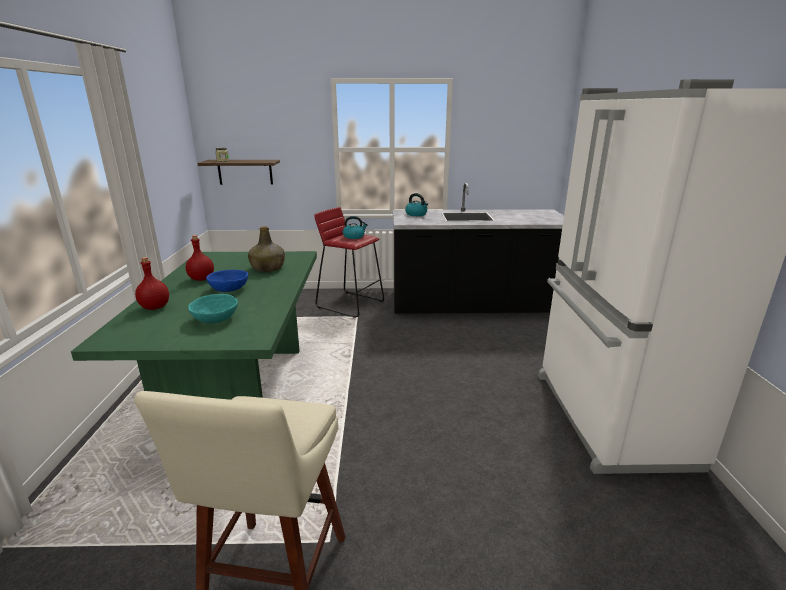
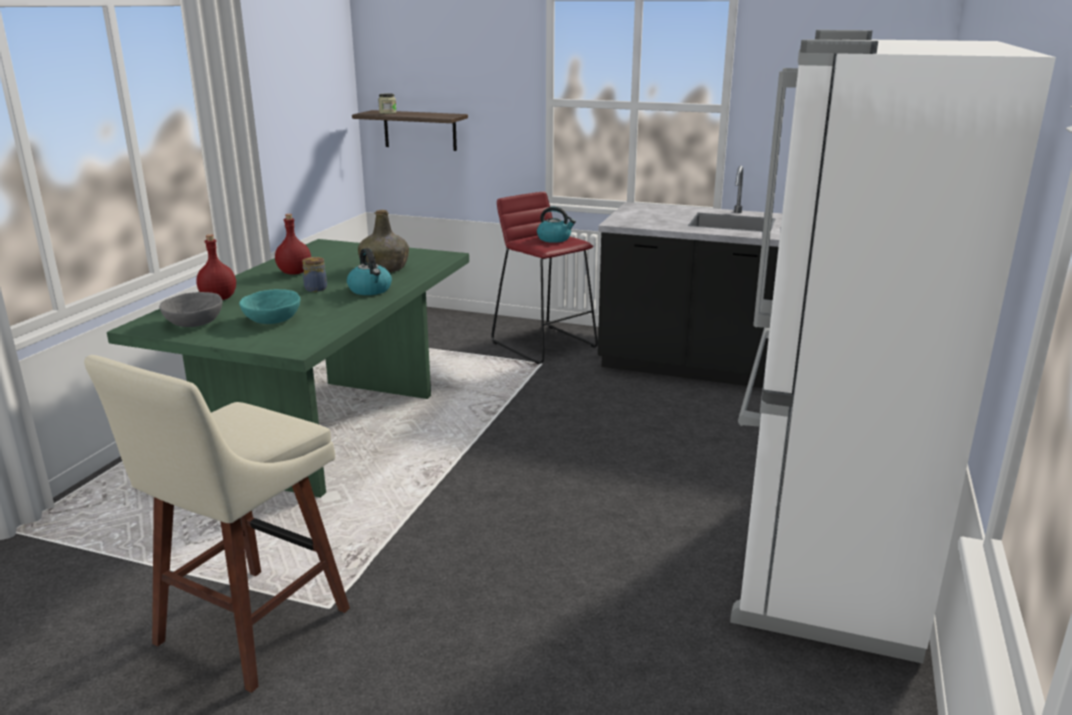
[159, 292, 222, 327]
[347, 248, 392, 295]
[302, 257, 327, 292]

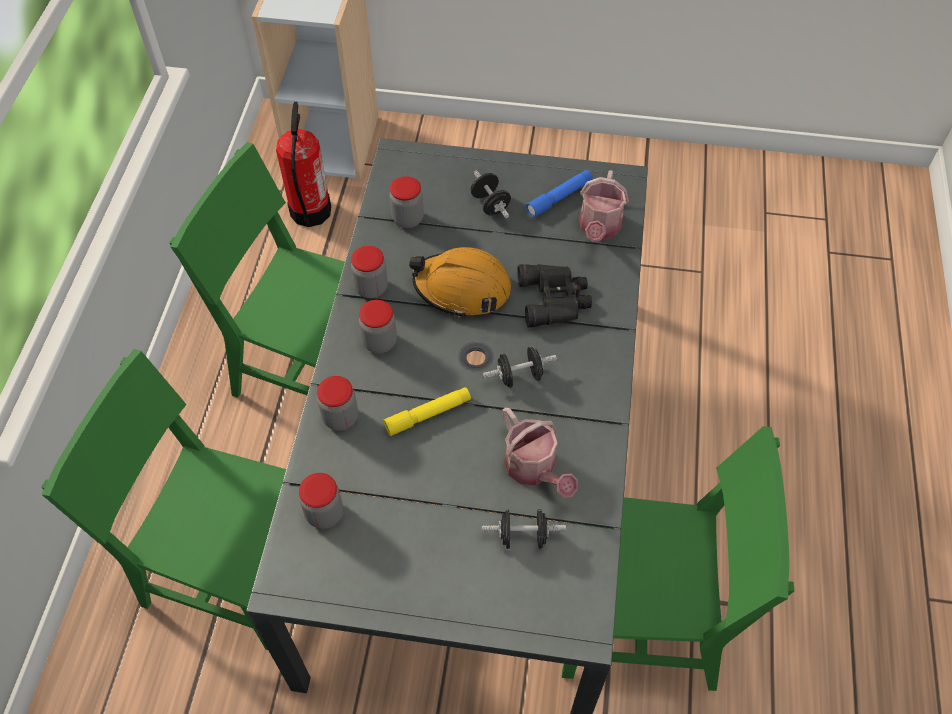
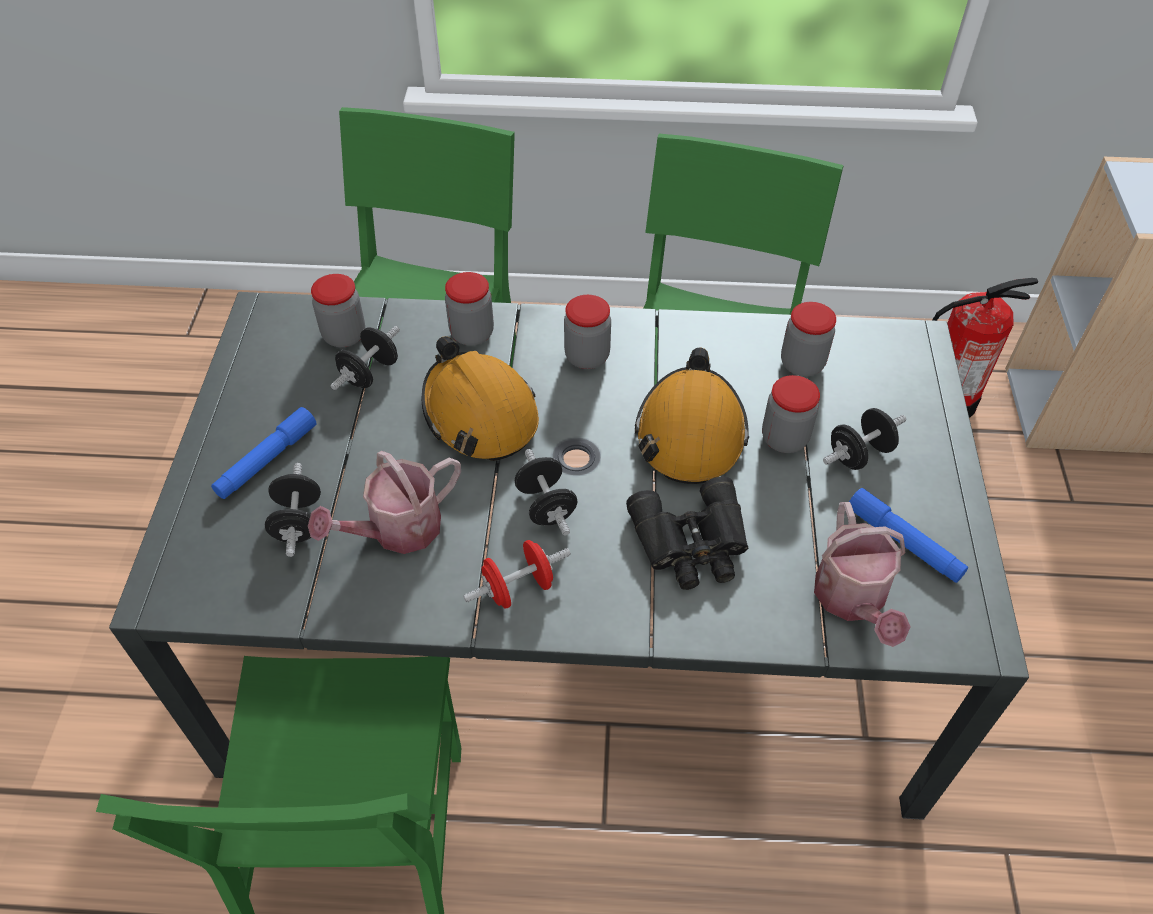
[211, 407, 317, 499]
[330, 326, 400, 390]
[463, 540, 571, 609]
[762, 375, 820, 453]
[422, 336, 539, 461]
[814, 502, 911, 647]

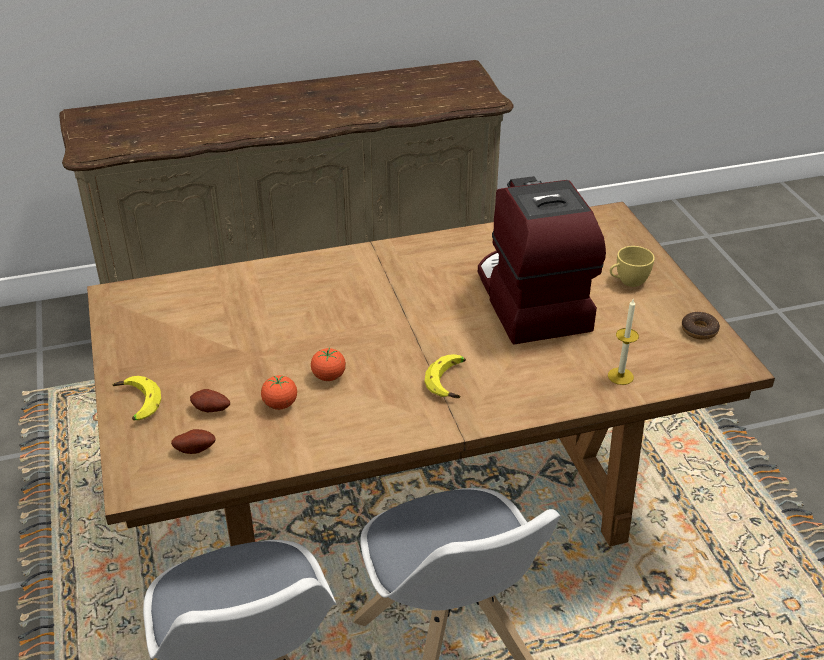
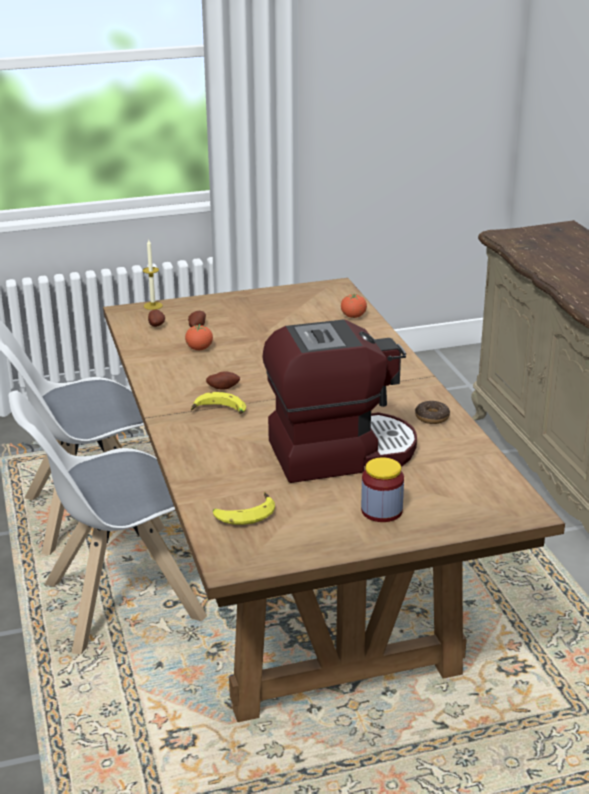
[206, 371, 240, 390]
[213, 492, 275, 525]
[341, 294, 367, 318]
[143, 240, 163, 310]
[415, 401, 450, 424]
[361, 457, 404, 522]

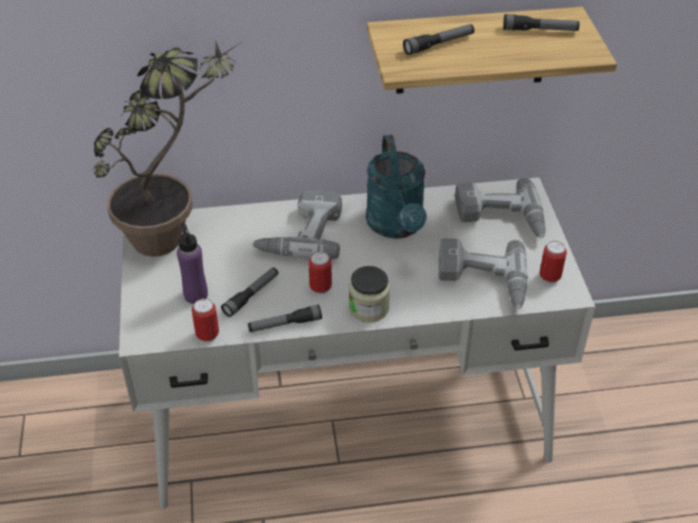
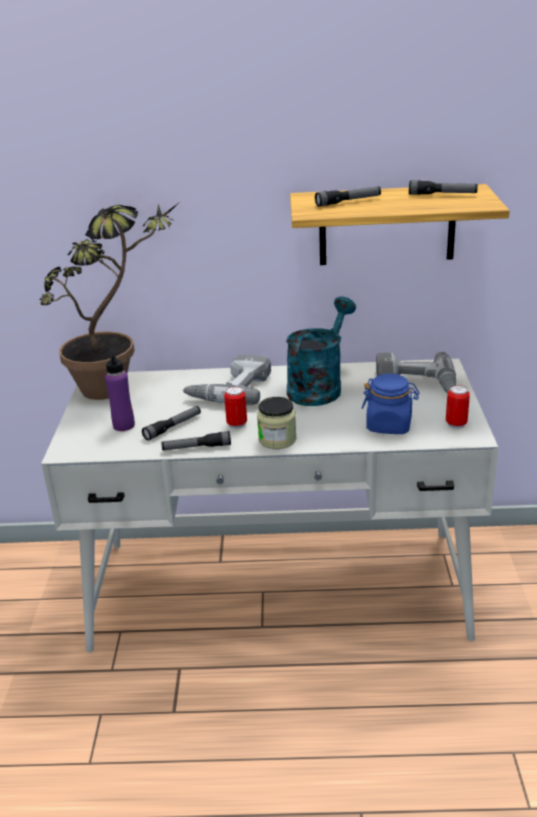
[192, 298, 219, 342] (first image)
[362, 374, 420, 434]
[286, 296, 356, 406]

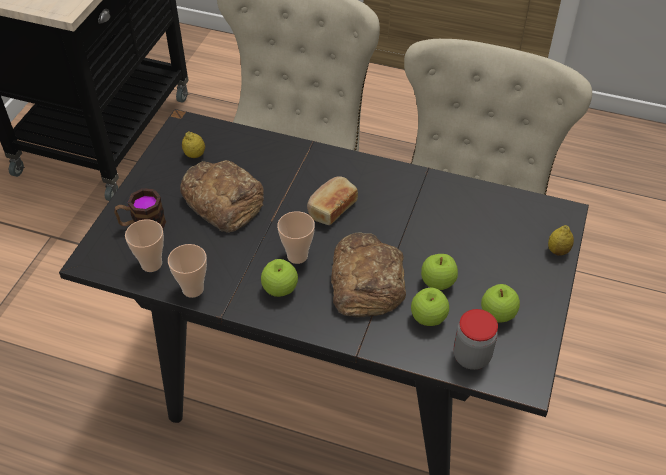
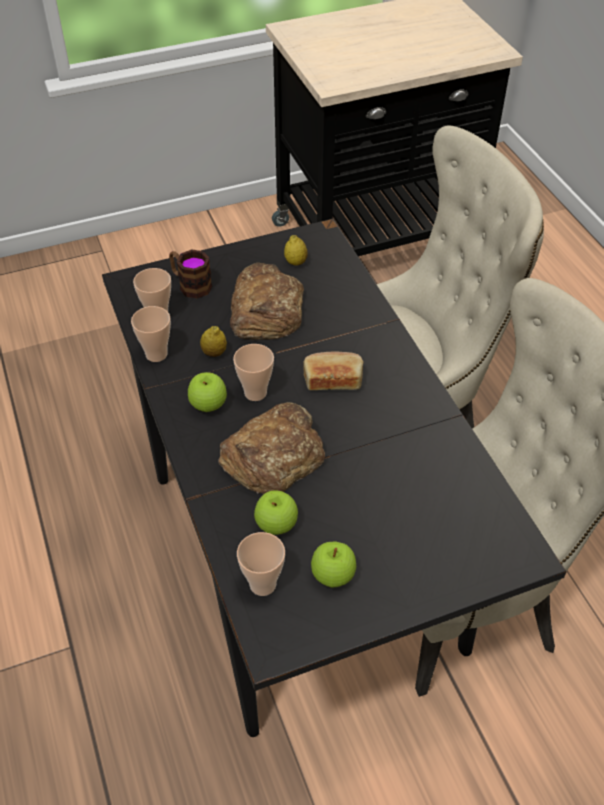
[421, 254, 458, 290] (first image)
[200, 326, 227, 357]
[237, 532, 285, 596]

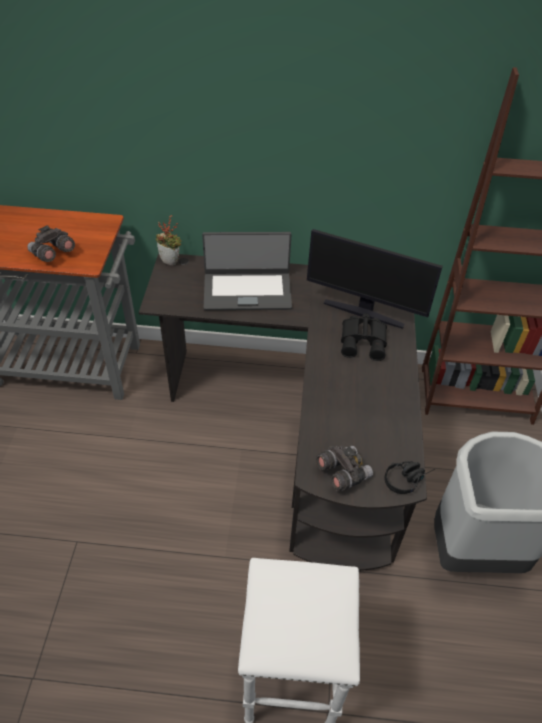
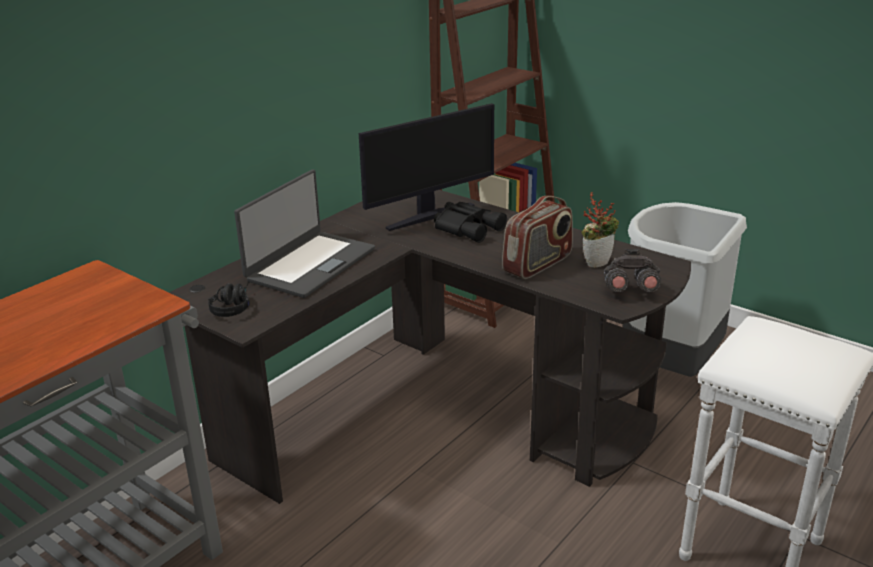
[27, 225, 75, 262] (first image)
[502, 196, 573, 279]
[581, 192, 619, 268]
[208, 282, 250, 317]

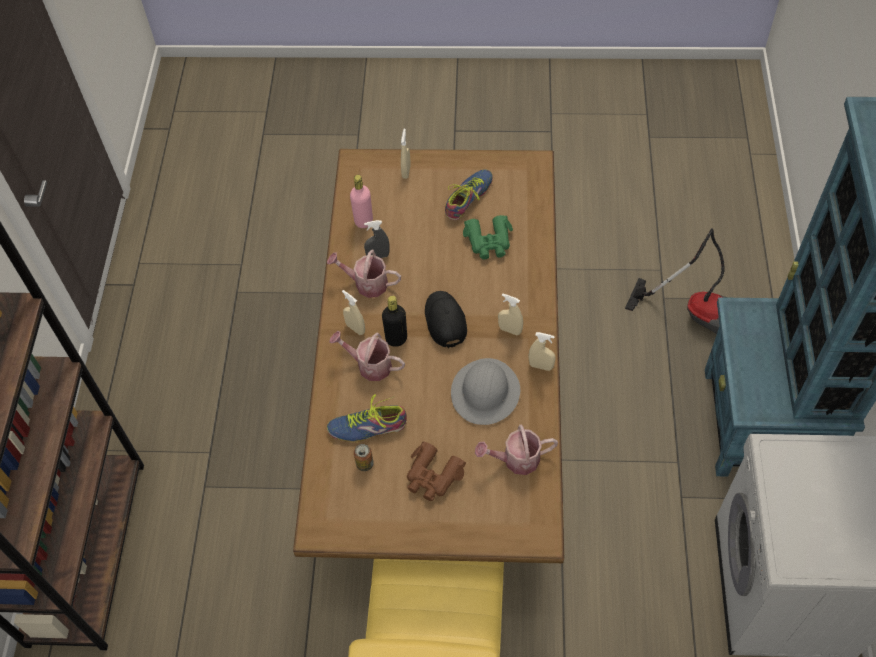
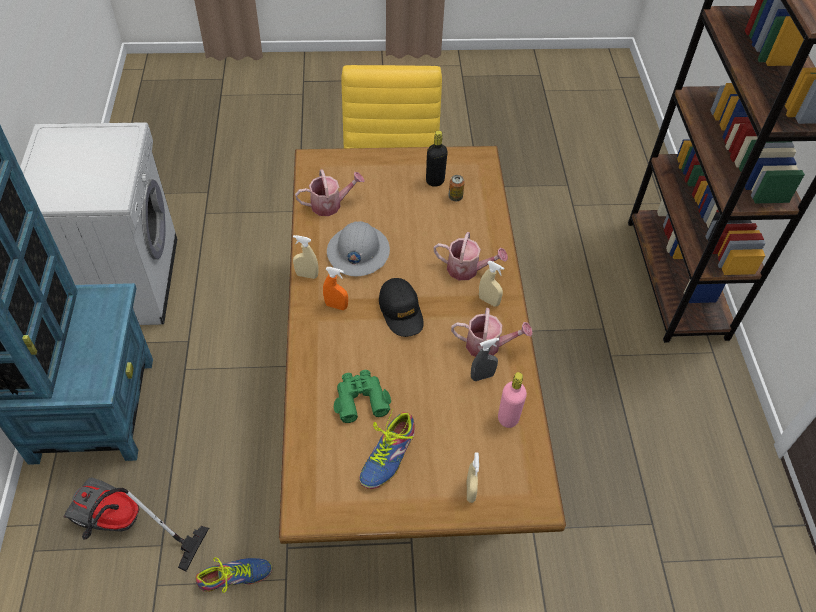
[407, 441, 466, 501] (first image)
[195, 557, 272, 593]
[426, 130, 448, 187]
[323, 267, 348, 310]

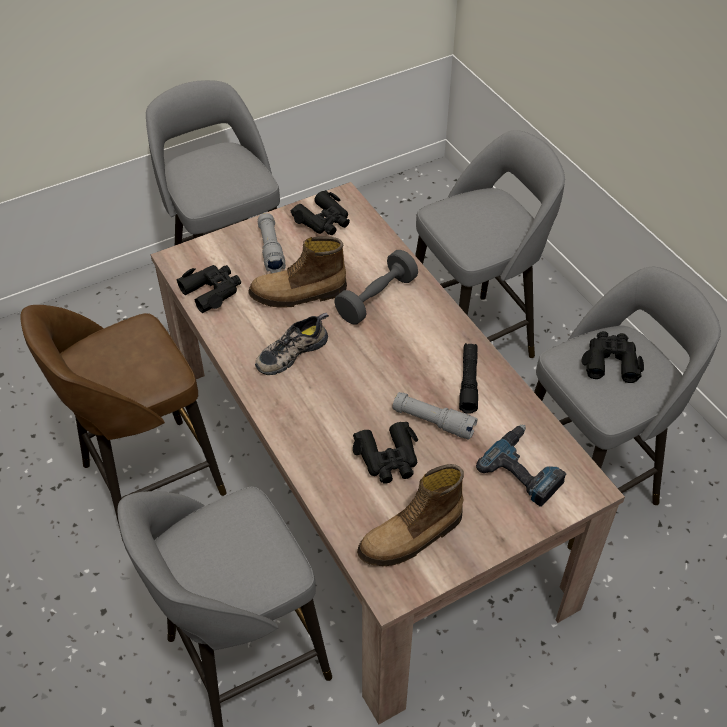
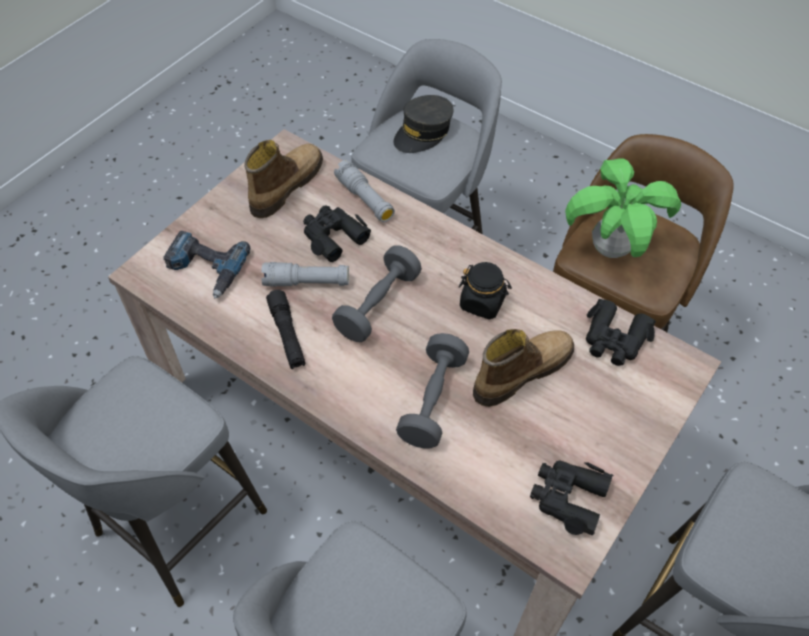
[582, 331, 644, 383] (first image)
[332, 245, 422, 342]
[393, 95, 454, 153]
[565, 158, 681, 258]
[334, 160, 395, 222]
[459, 262, 512, 319]

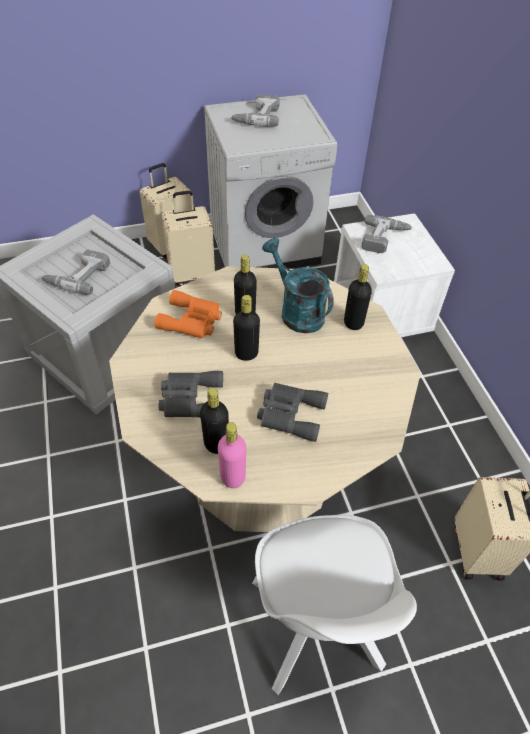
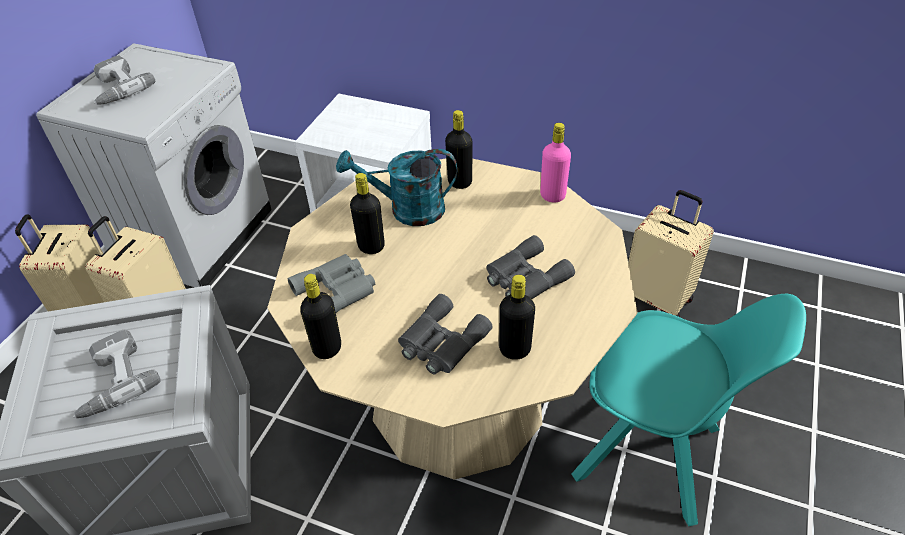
[361, 215, 412, 253] (first image)
[540, 123, 571, 202]
[300, 274, 341, 359]
[288, 254, 375, 313]
[571, 294, 806, 526]

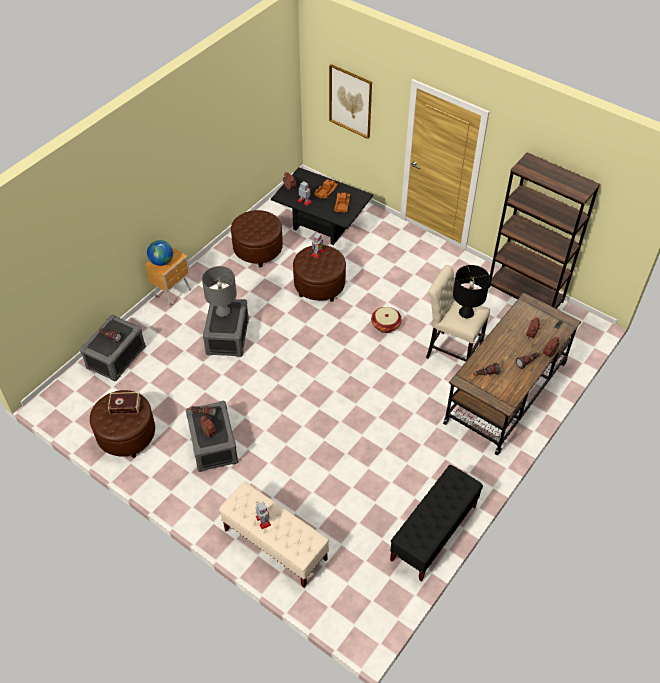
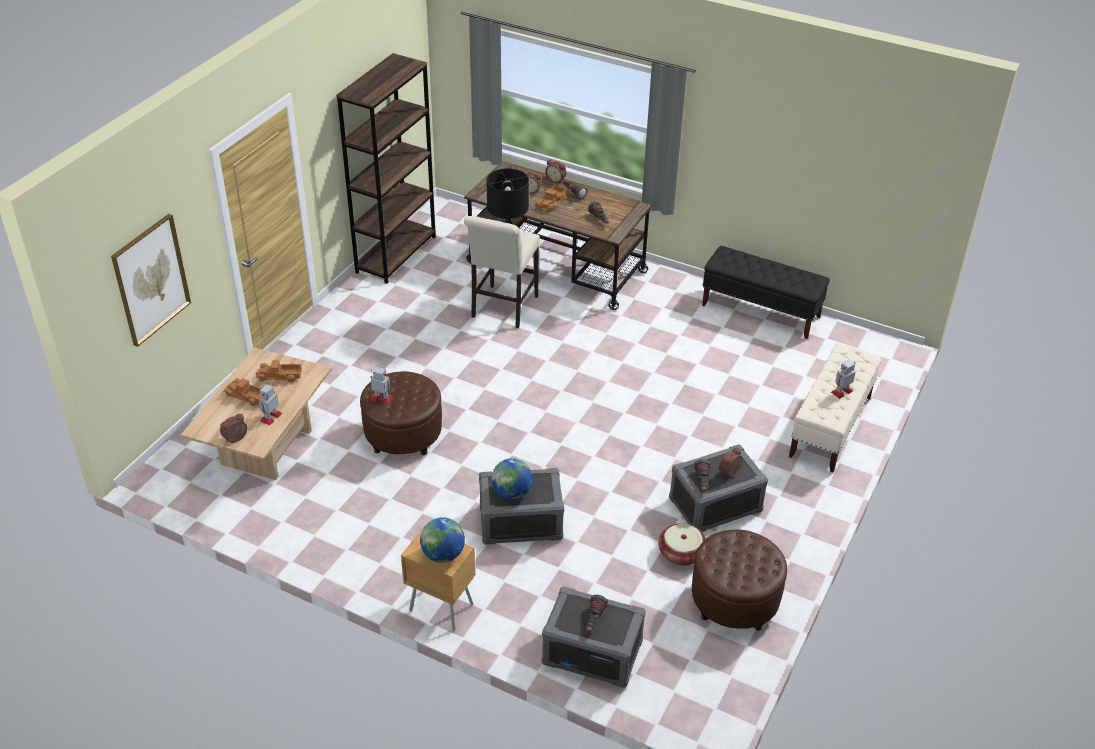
[108, 392, 141, 414] (first image)
[231, 210, 283, 267] (first image)
[536, 185, 567, 212]
[658, 524, 706, 566]
[491, 458, 532, 500]
[181, 348, 332, 480]

